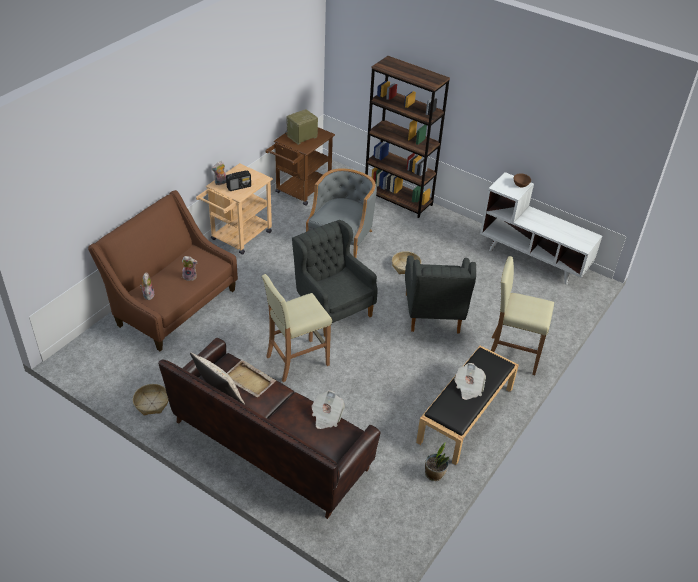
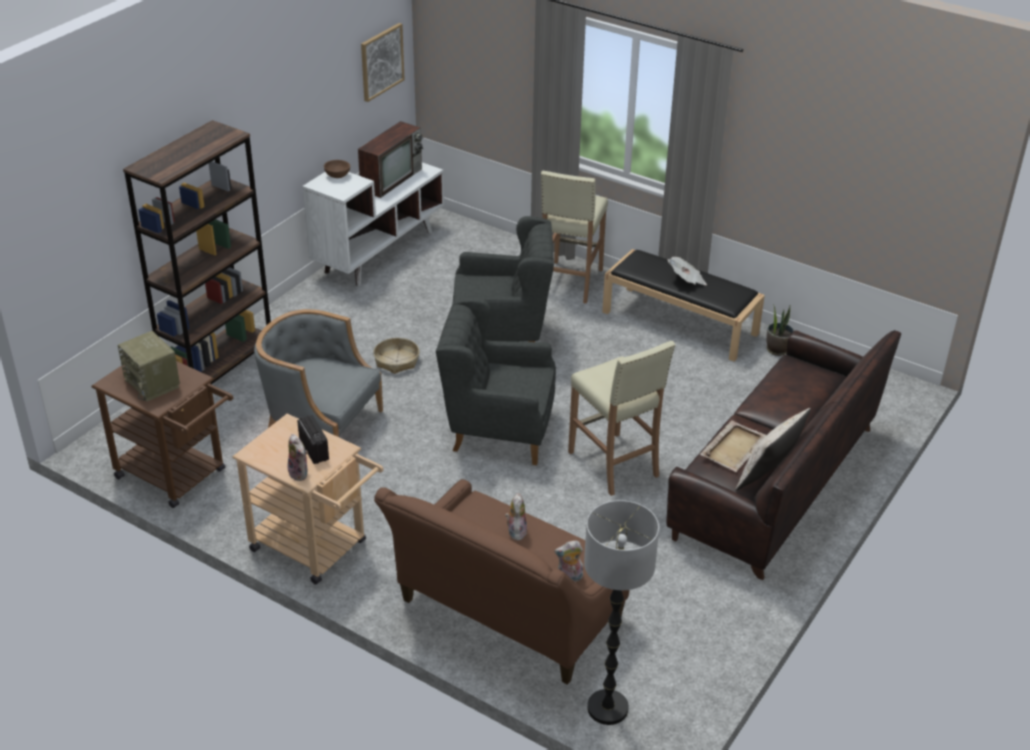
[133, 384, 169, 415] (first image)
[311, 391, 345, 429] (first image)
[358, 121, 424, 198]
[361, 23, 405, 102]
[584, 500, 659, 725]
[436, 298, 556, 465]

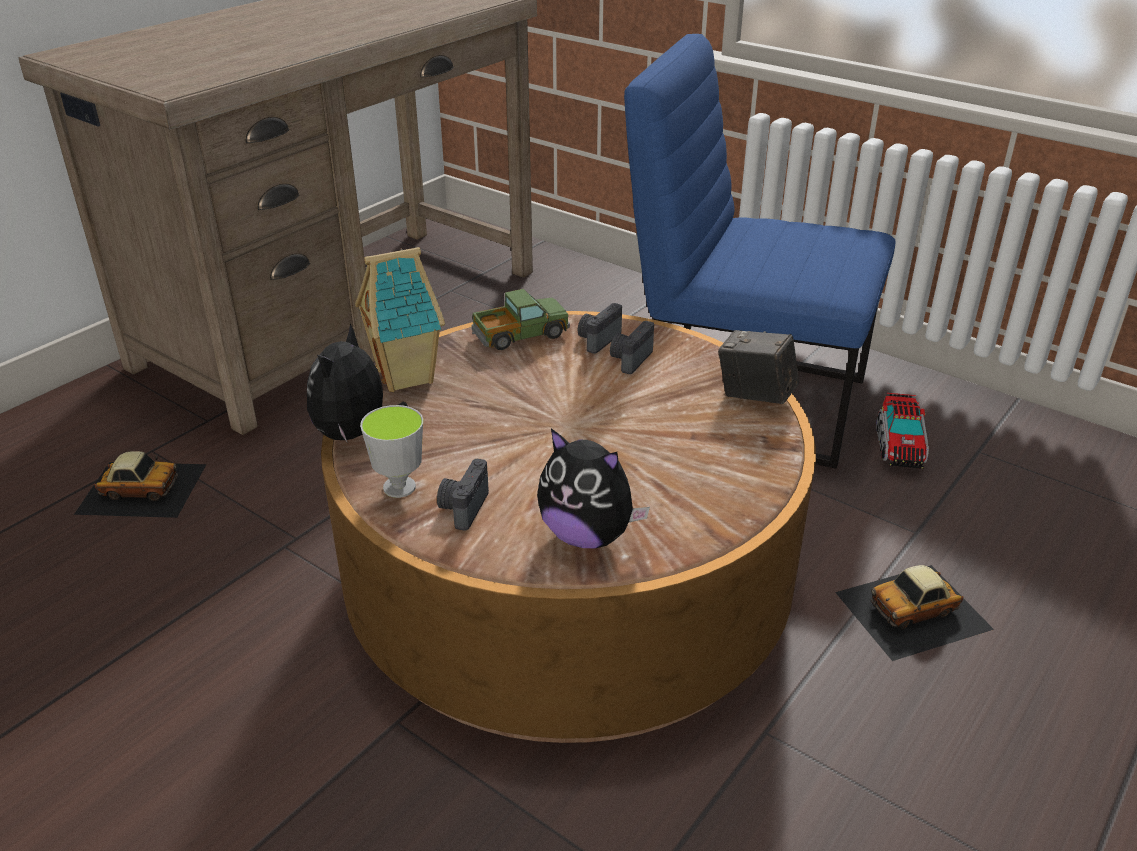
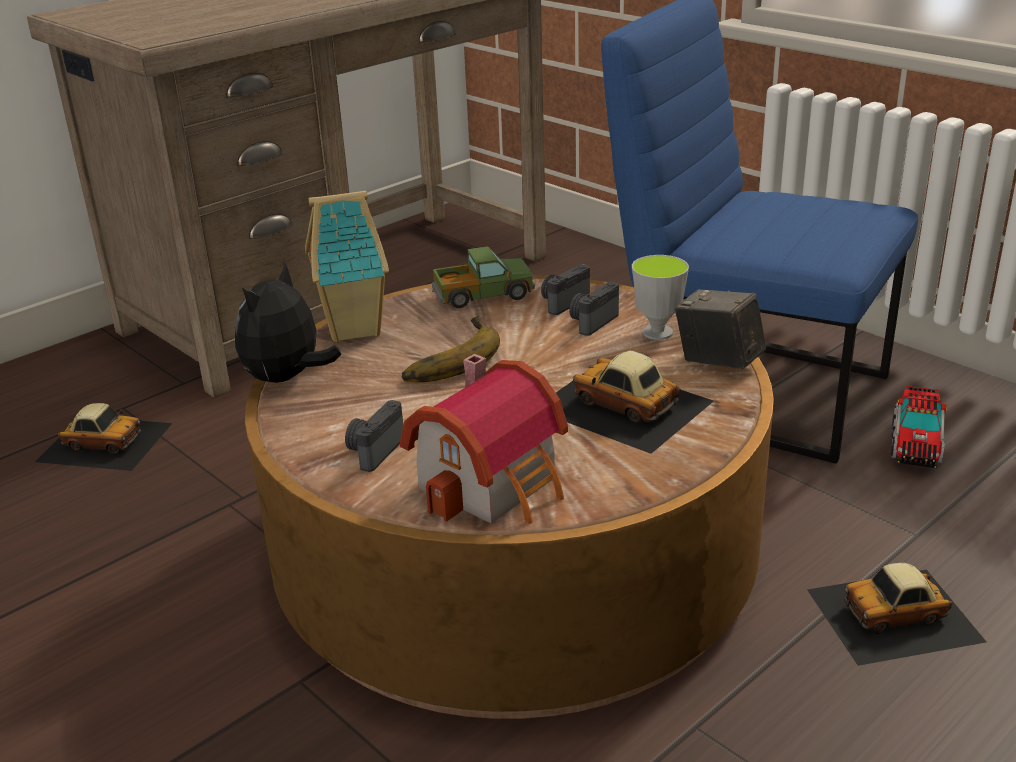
[402, 316, 500, 382]
[556, 351, 714, 454]
[632, 255, 689, 340]
[400, 354, 568, 524]

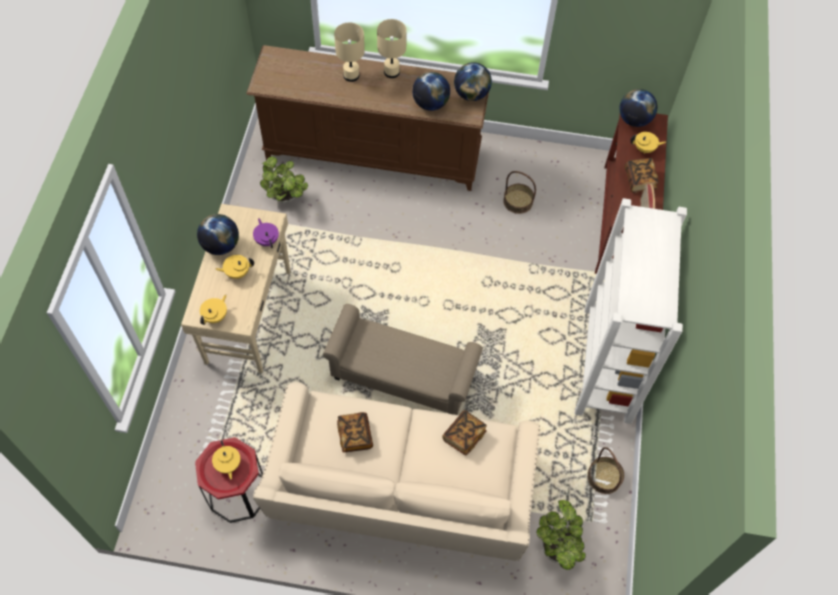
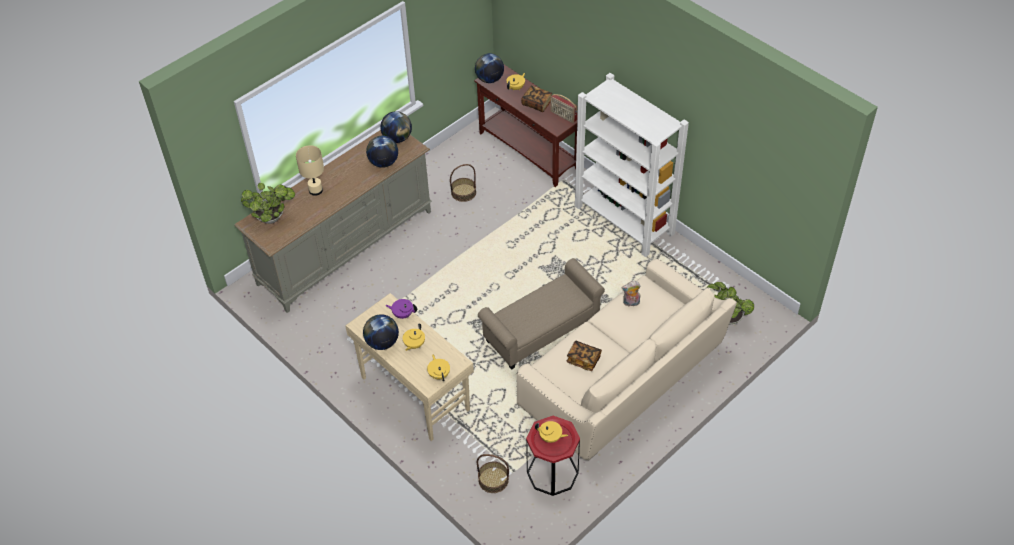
[377, 19, 407, 78] (first image)
[241, 183, 295, 224]
[477, 454, 509, 493]
[621, 281, 640, 306]
[234, 130, 432, 313]

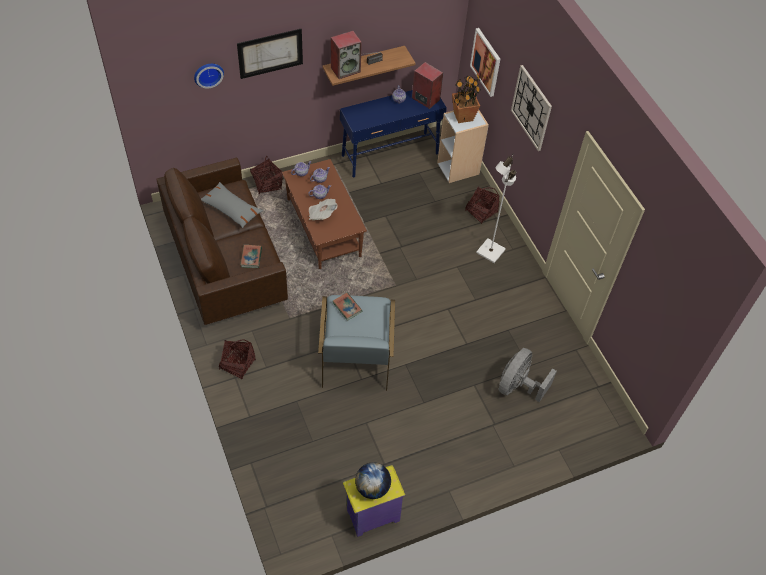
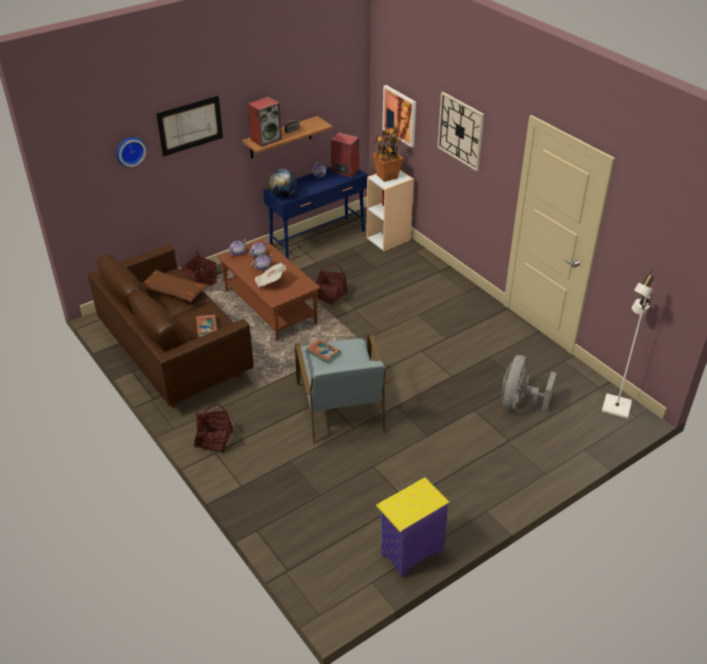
[269, 169, 297, 198]
[316, 264, 347, 306]
[602, 270, 655, 419]
[142, 270, 209, 302]

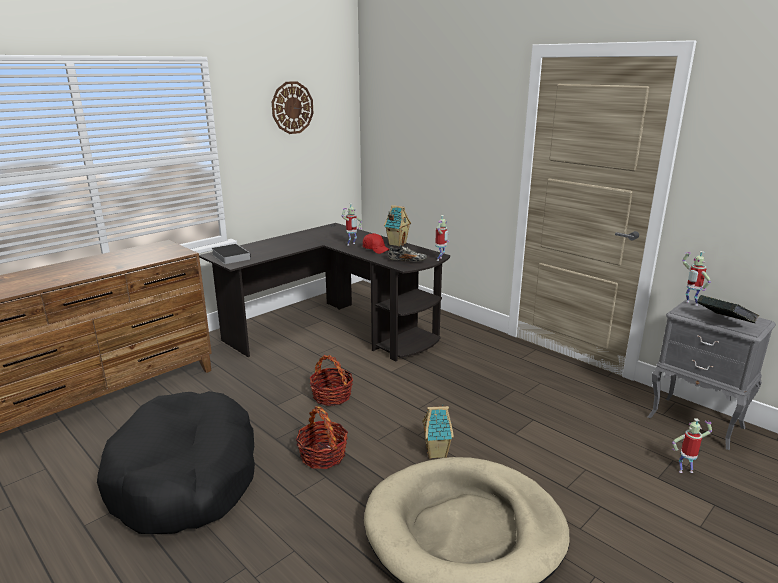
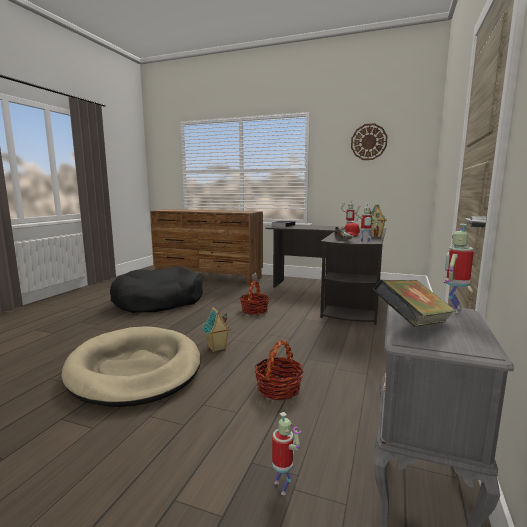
[255, 340, 304, 400]

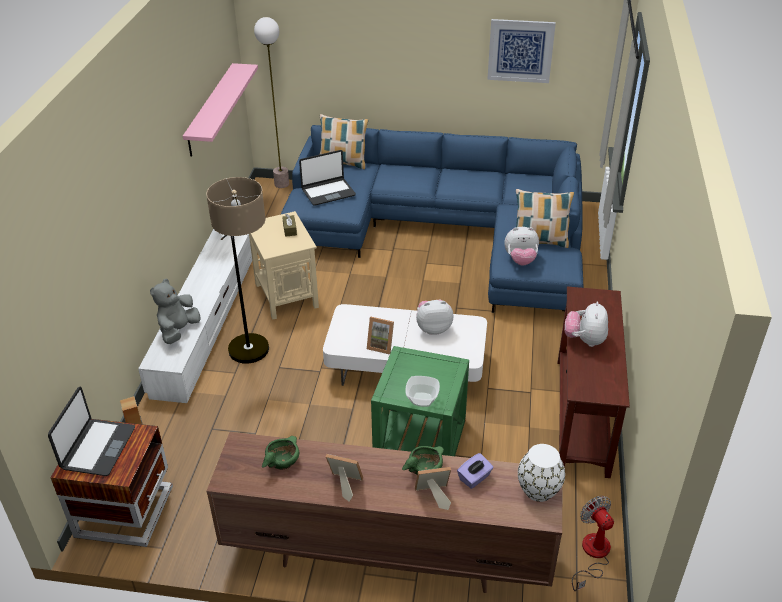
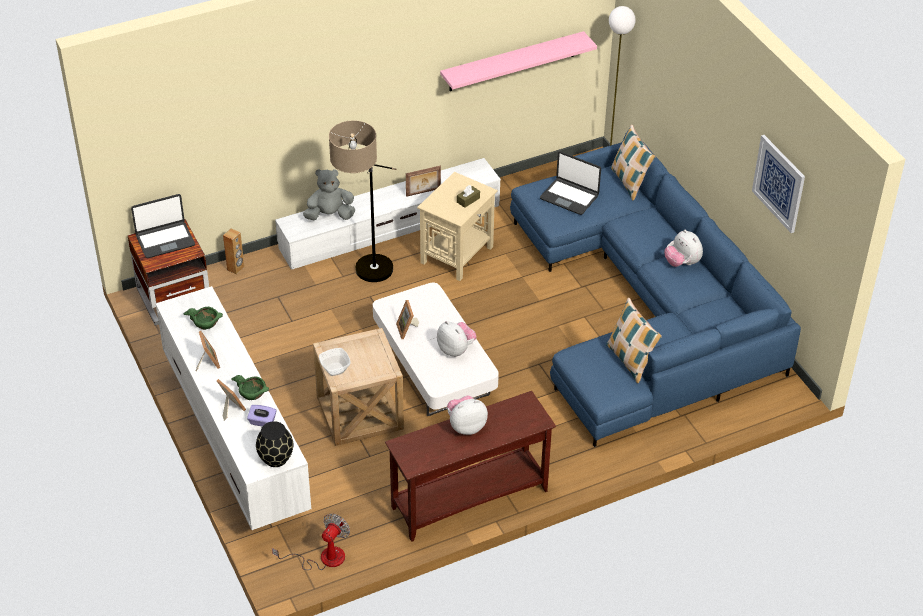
[406, 166, 441, 197]
[664, 230, 703, 267]
[156, 286, 311, 530]
[313, 328, 404, 446]
[256, 421, 293, 467]

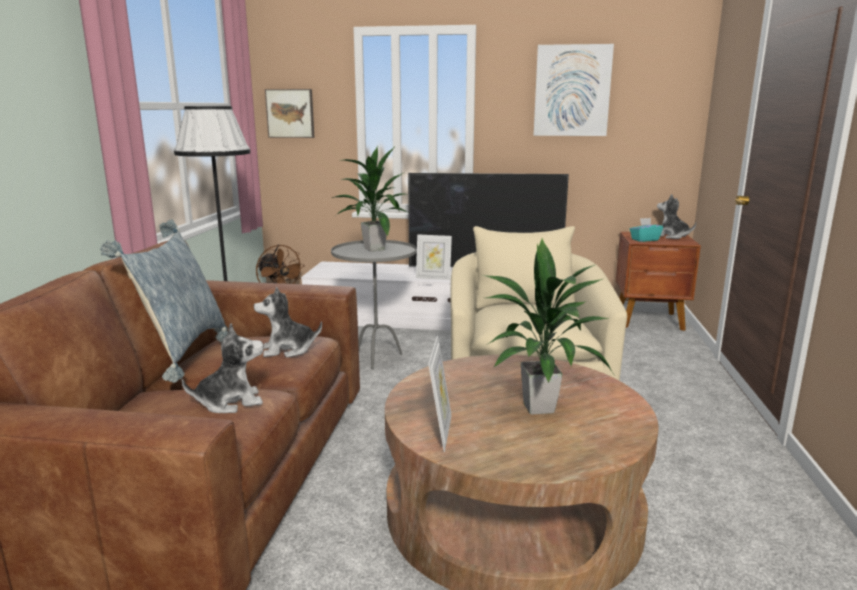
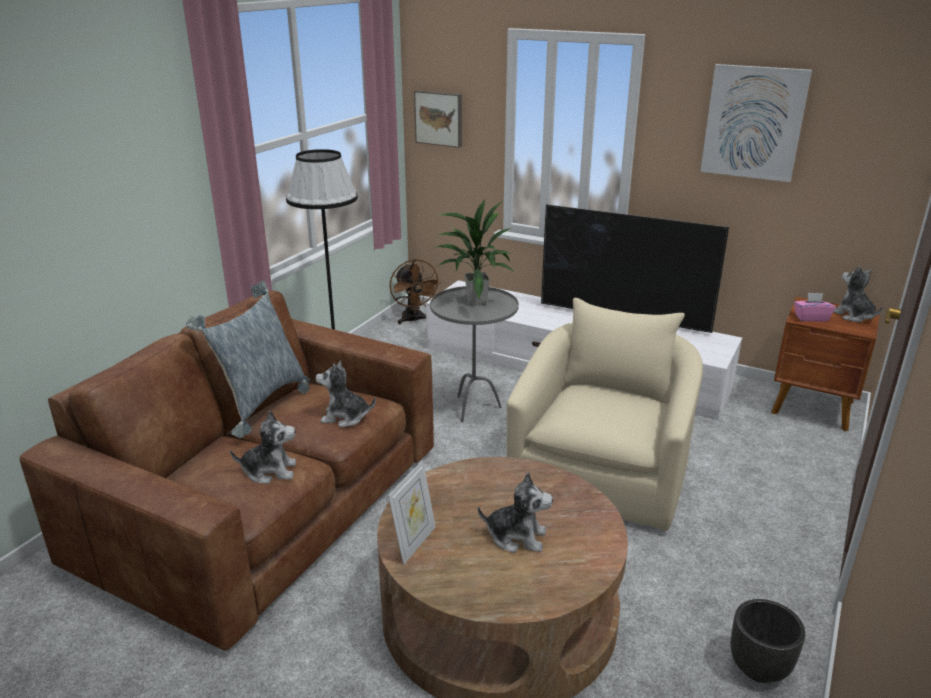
[416, 234, 452, 280] (first image)
[731, 599, 805, 683]
[478, 472, 553, 553]
[794, 293, 836, 322]

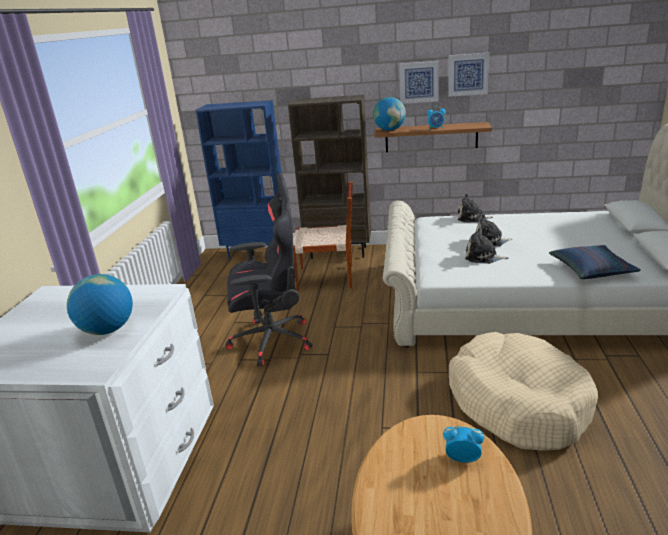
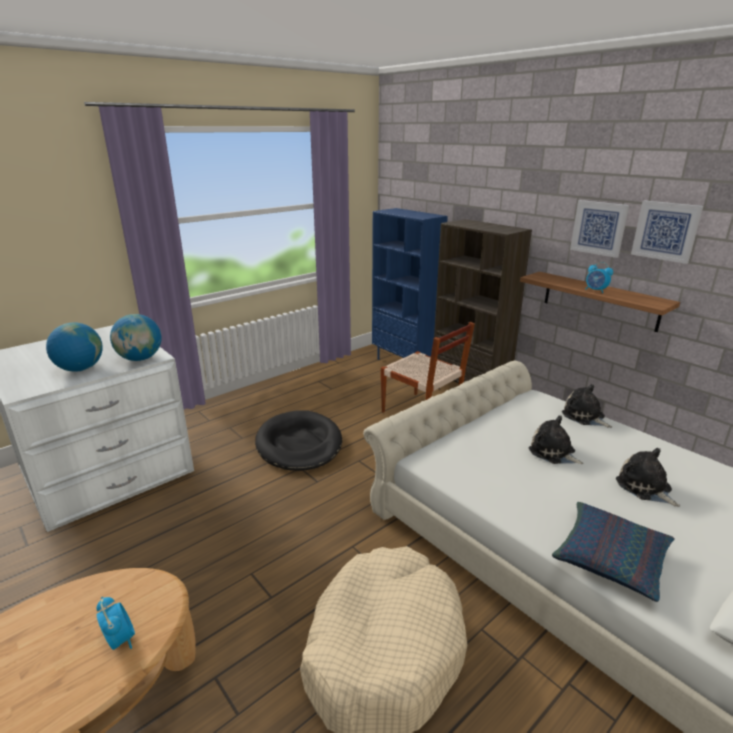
[110, 314, 162, 361]
[616, 448, 680, 507]
[255, 410, 342, 471]

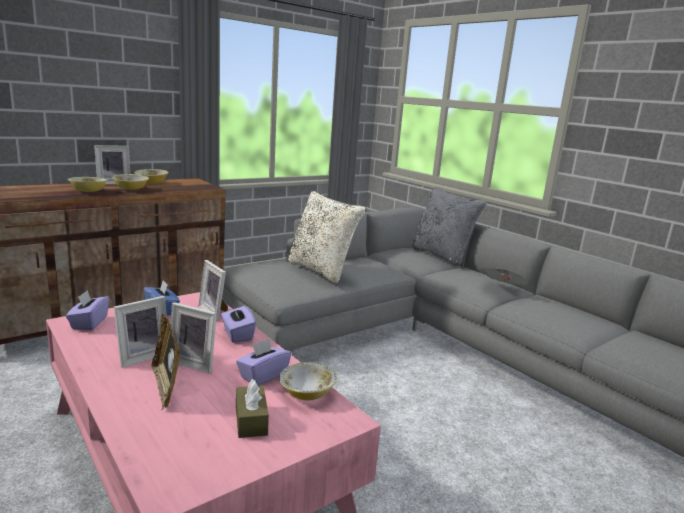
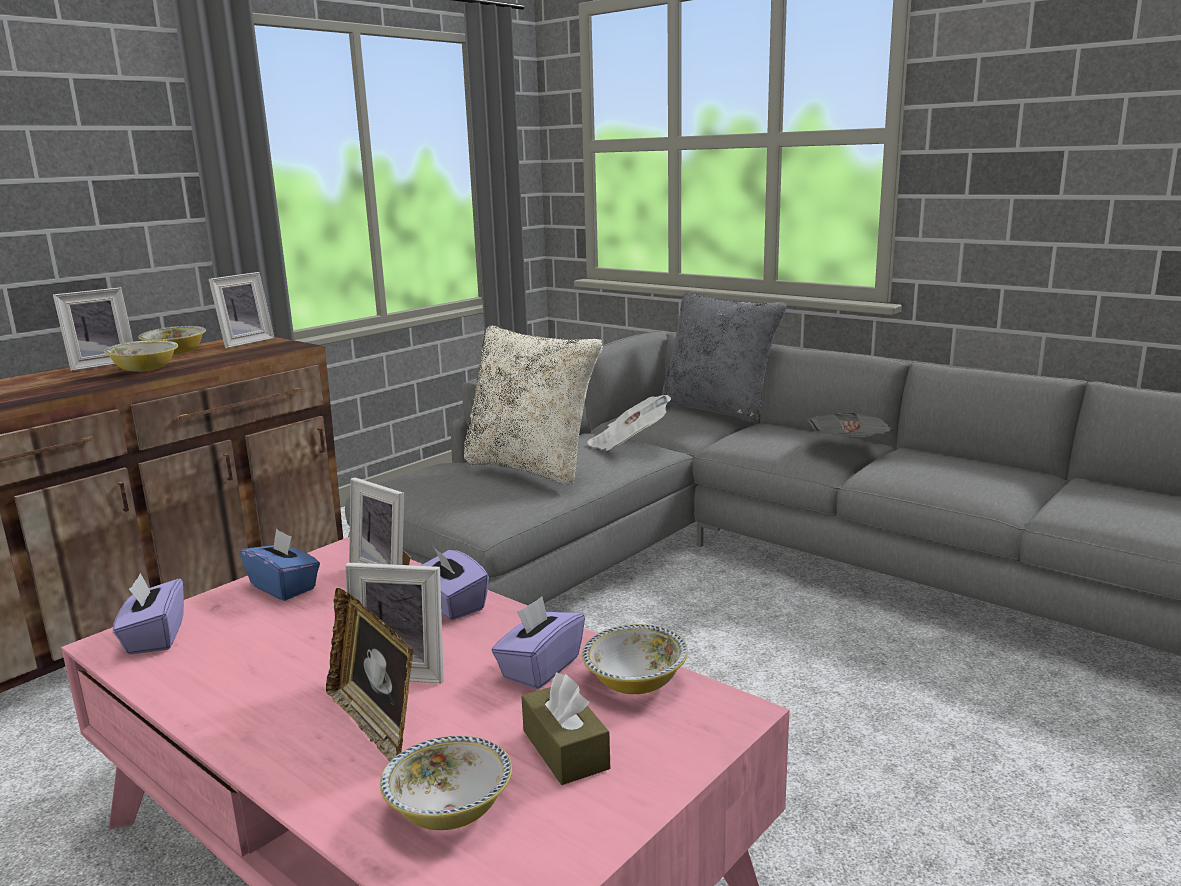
[587, 395, 671, 451]
[380, 736, 512, 830]
[209, 272, 274, 349]

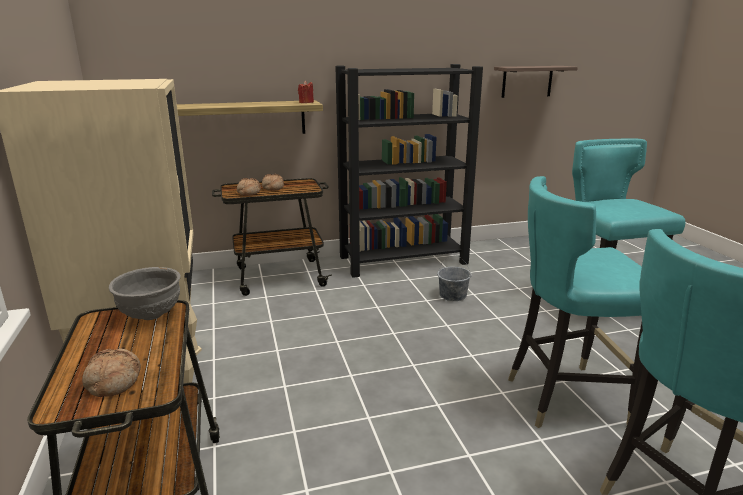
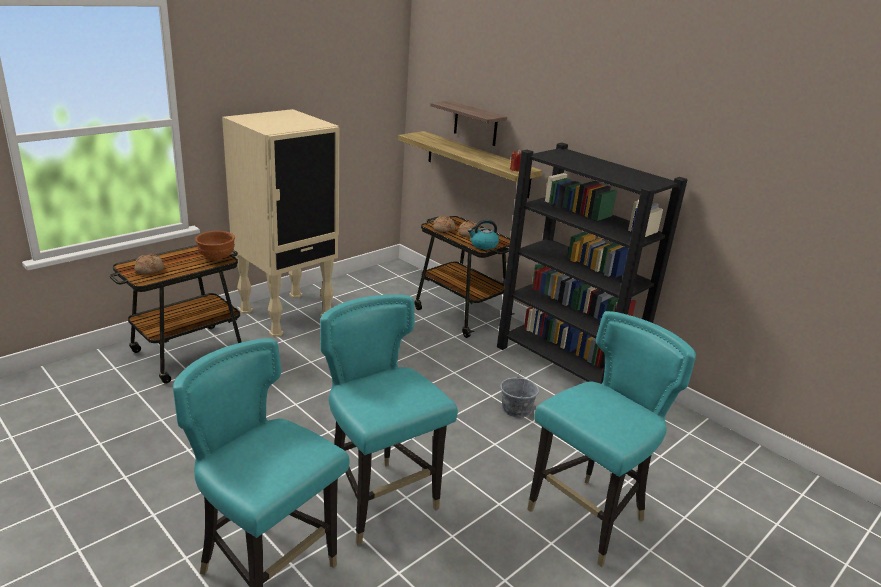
[468, 219, 499, 250]
[430, 101, 507, 146]
[195, 231, 235, 261]

